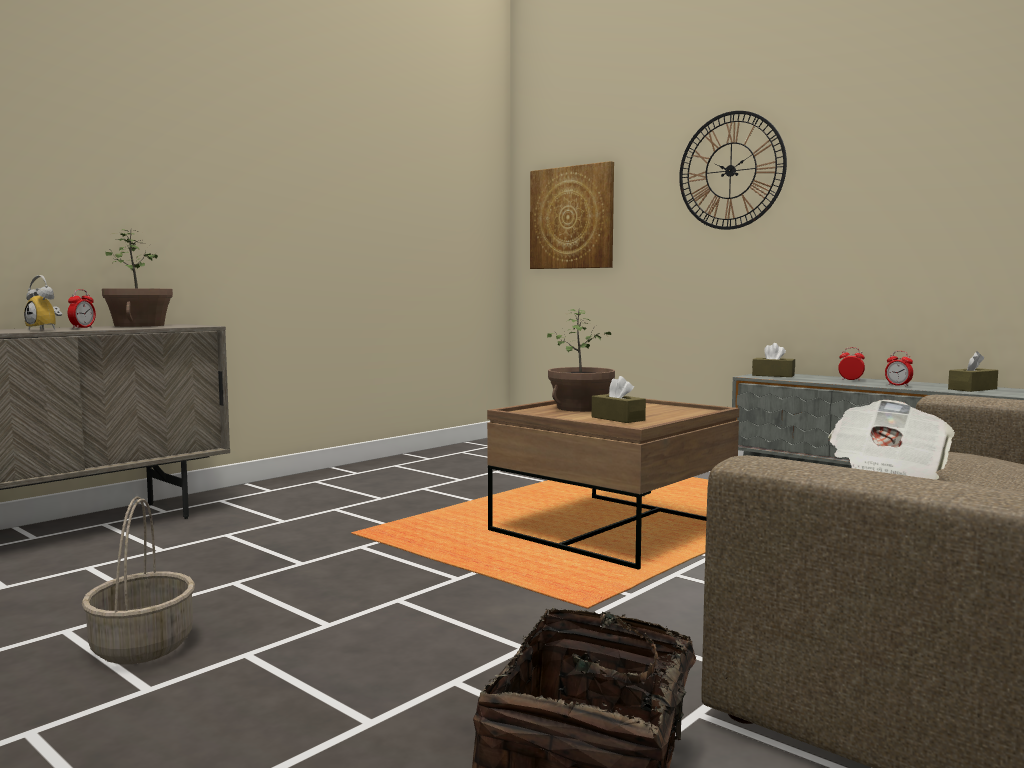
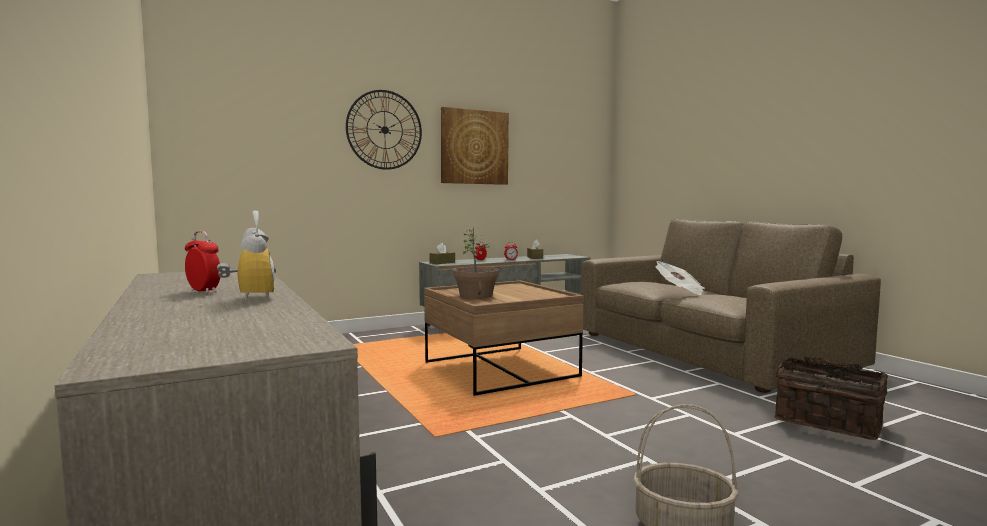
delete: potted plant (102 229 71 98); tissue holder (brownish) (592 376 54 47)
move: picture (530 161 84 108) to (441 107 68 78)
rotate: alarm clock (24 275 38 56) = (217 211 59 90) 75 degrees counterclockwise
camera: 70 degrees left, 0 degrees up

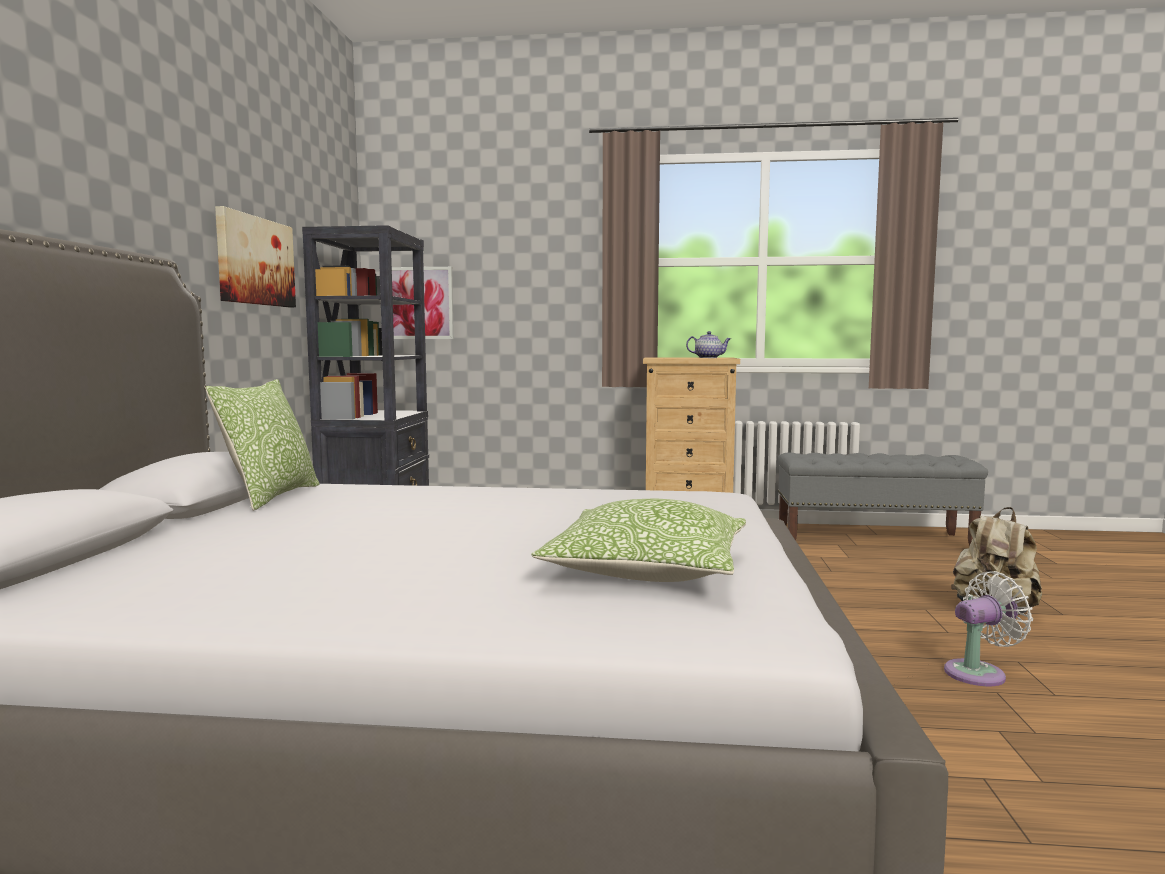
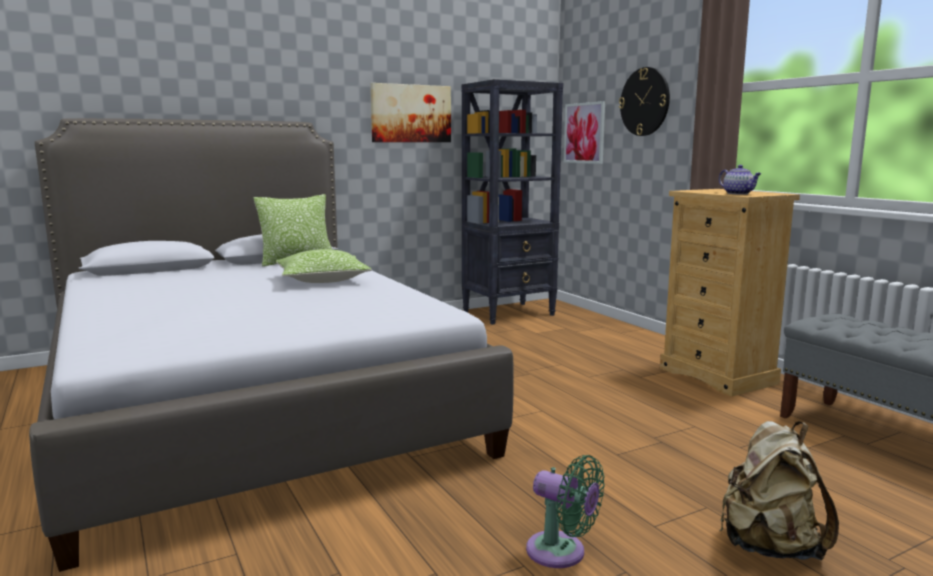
insert: wall clock (619 67 51 69)
move: pillow (531 499 215 83) to (276 249 96 34)
recolor: cooling fan (white-coloured) (944 571 89 115) to cooling fan (green-coloured) (526 455 79 113)
camera: 55 degrees right, 5 degrees up

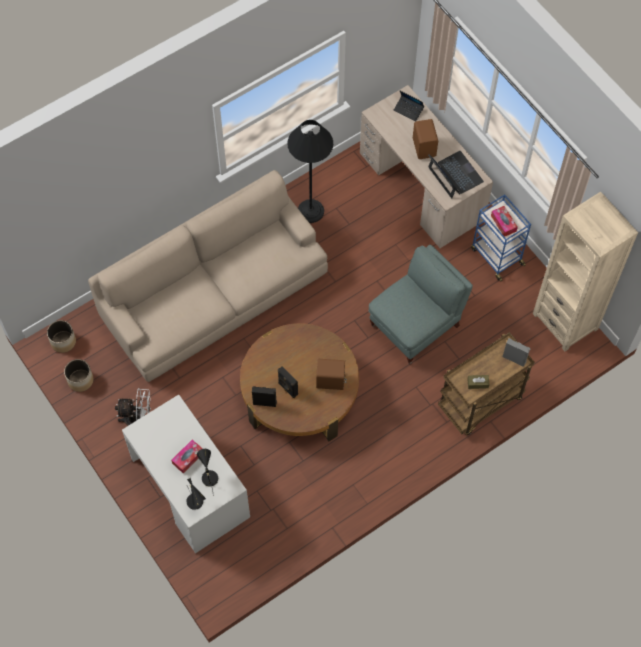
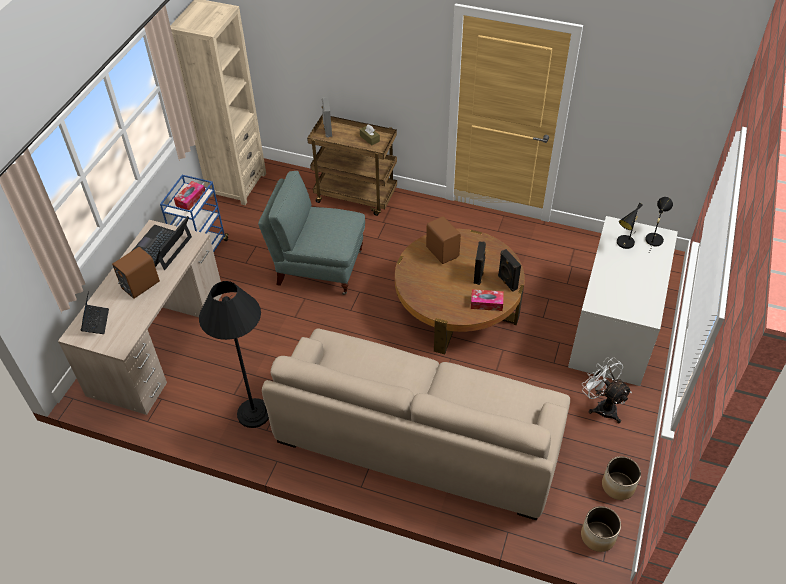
move: tissue holder (171 440 32 33) to (471 289 33 22)
camera: 125 degrees left, 15 degrees down

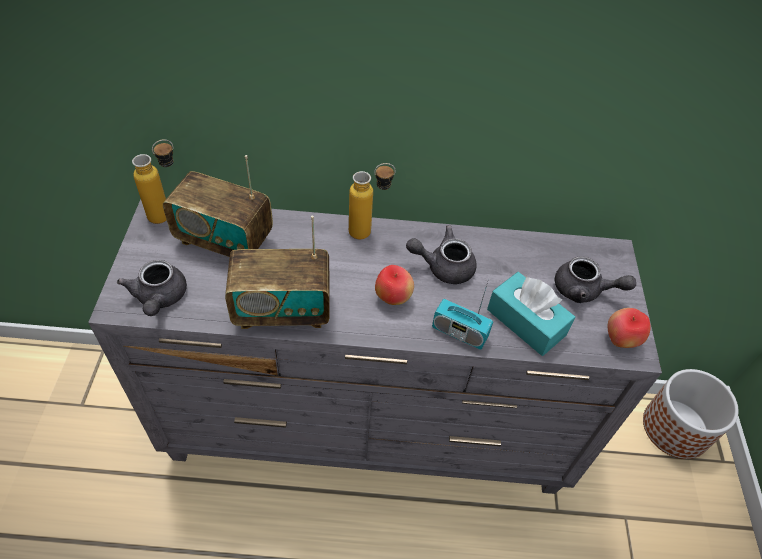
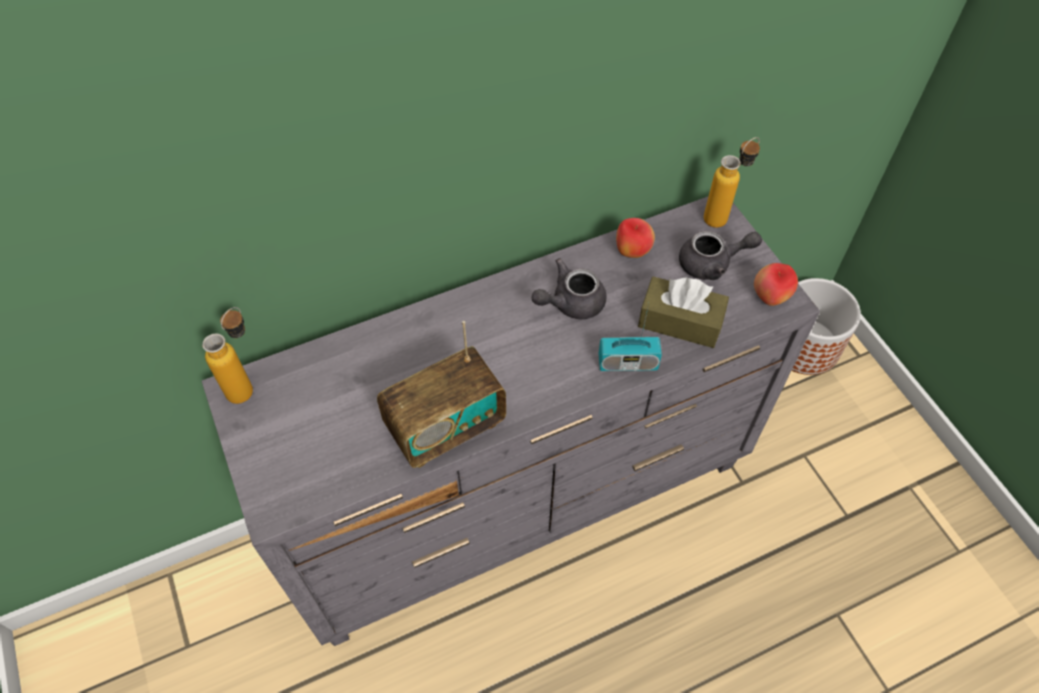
delete: teapot (greyish) (117 260 70 56); radio set (163 155 110 102)
move: apple (375 265 39 40) to (616 218 39 40); bottle (349 163 46 77) to (704 137 56 91)
recolor: tissue holder (turquoise) (487 272 89 84) to tissue holder (brownish) (638 276 91 72)
camera: 25 degrees left, 5 degrees up

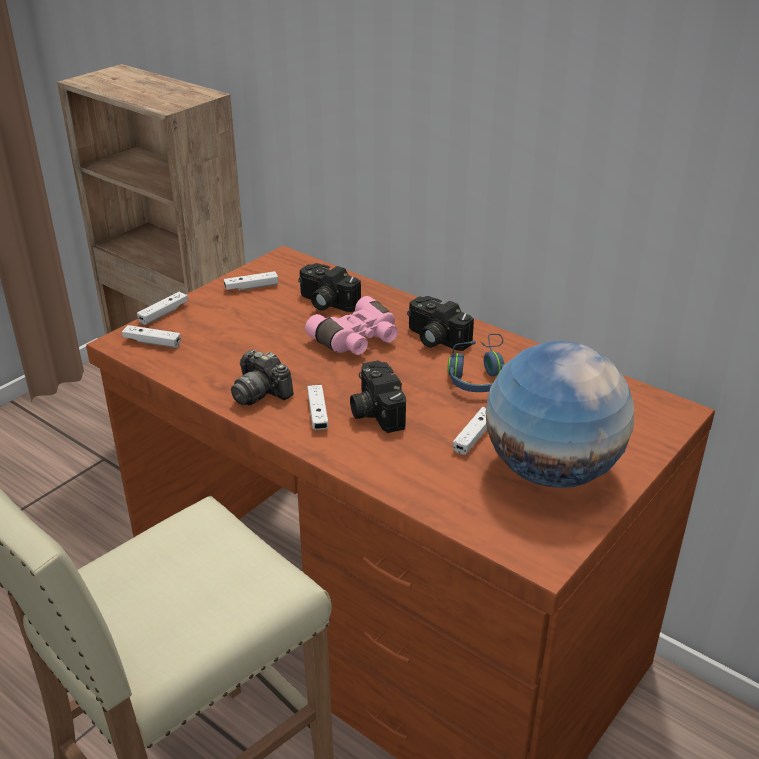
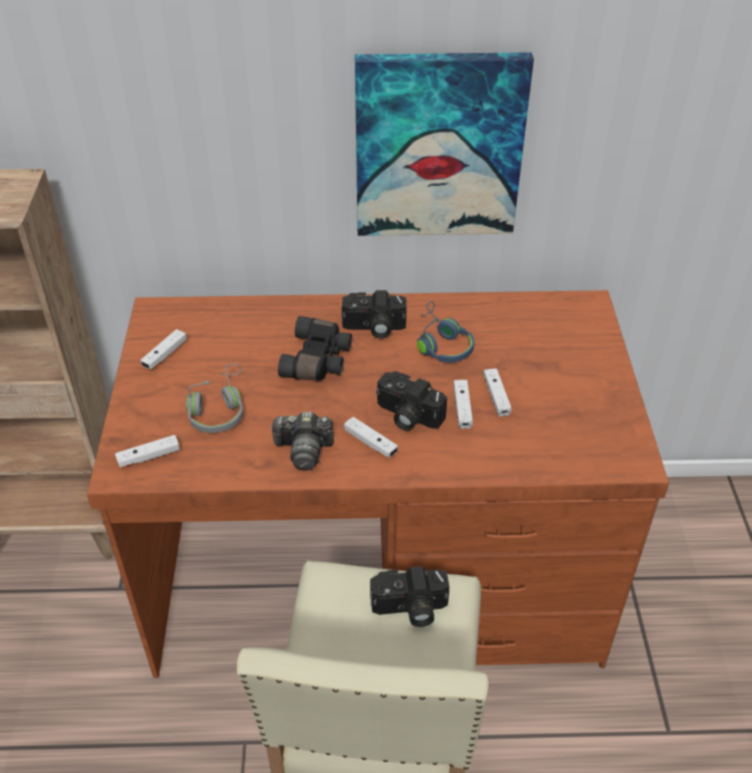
delete: desk globe (486 341 148 147)
insert: headset (greyish) (186 364 57 69); picture (355 52 179 184)
move: still camera (298 263 63 49) to (370 566 80 61); gamepad (white-coloured) (137 292 51 33) to (453 380 20 49)
recolor: binoculars (pink) (305 296 93 59) to binoculars (black) (278 316 74 65)
camera: 40 degrees left, 10 degrees up

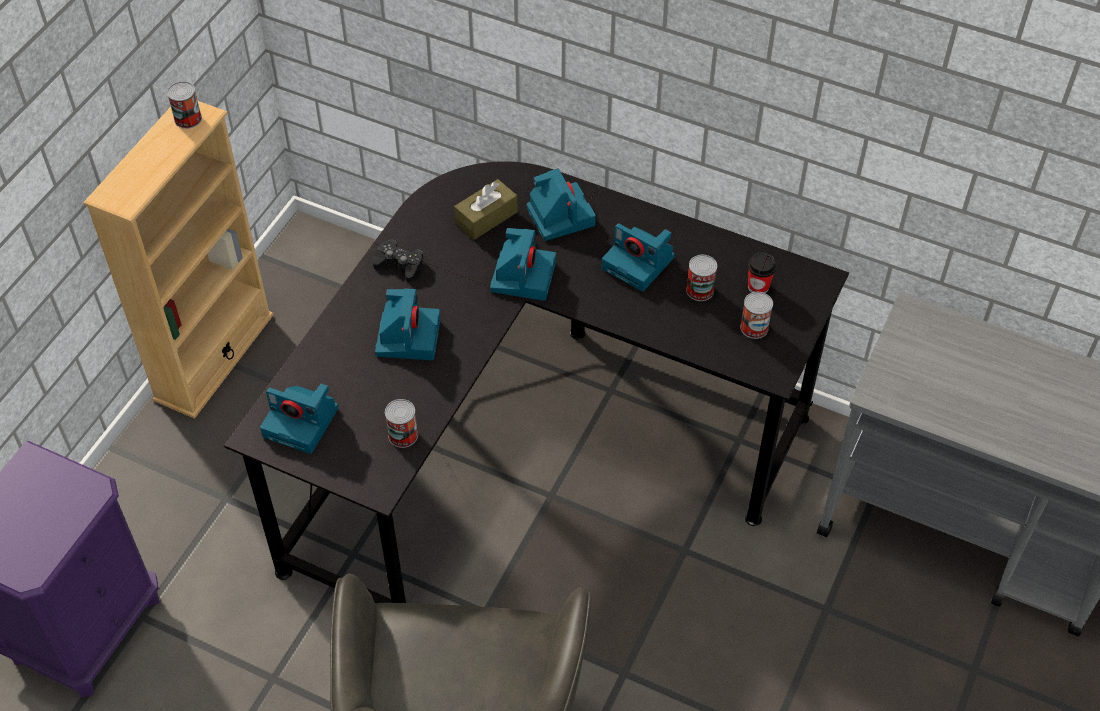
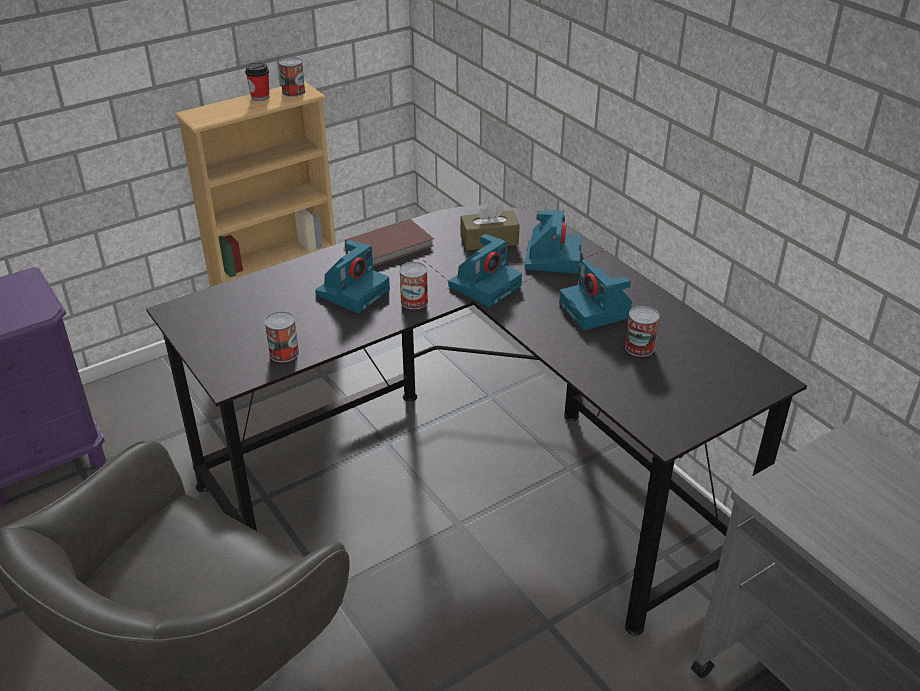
delete: still camera (260 383 78 71)
move: small cup (748 252 28 41) to (245 62 24 39); sealed can (740 292 33 47) to (399 262 29 47)
replace: gamepad (black) (373 239 51 44) to volume (brownish) (345 219 89 48)
camera: 30 degrees right, 15 degrees down

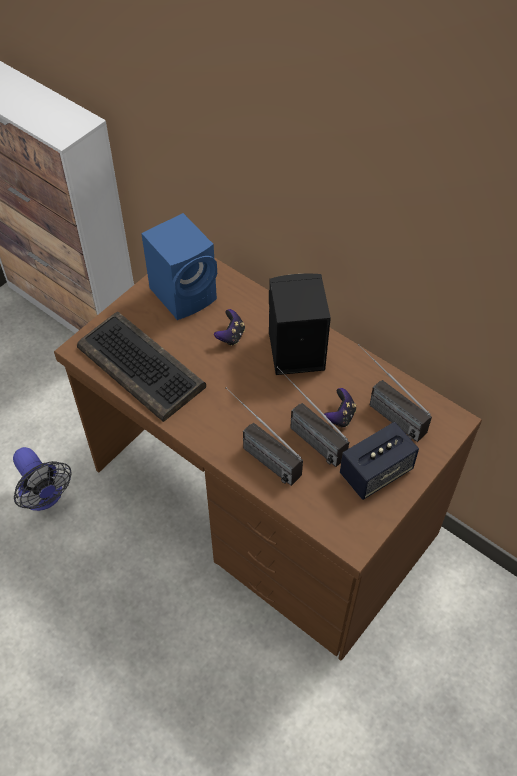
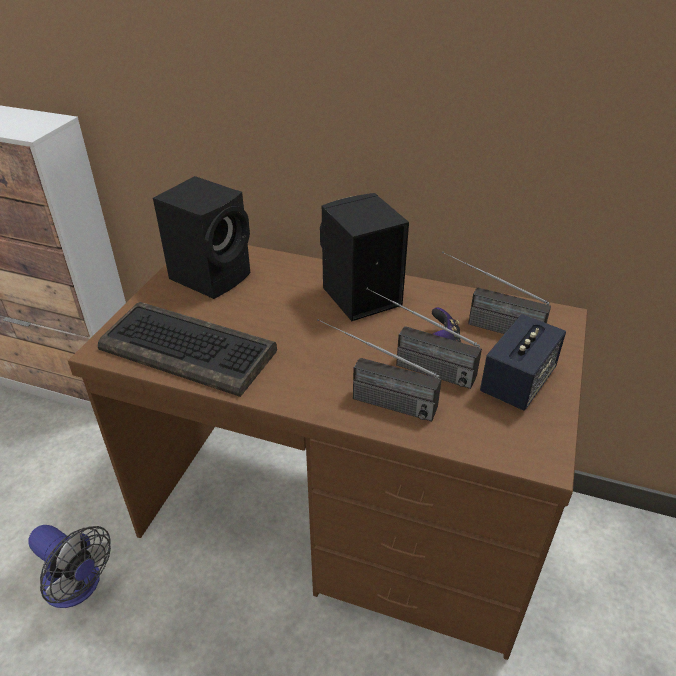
delete: gamepad (214 309 31 37)
recolor: speaker (blue-coloured) (141 213 76 107) to speaker (black) (153 176 97 123)
camera: 20 degrees left, 15 degrees down

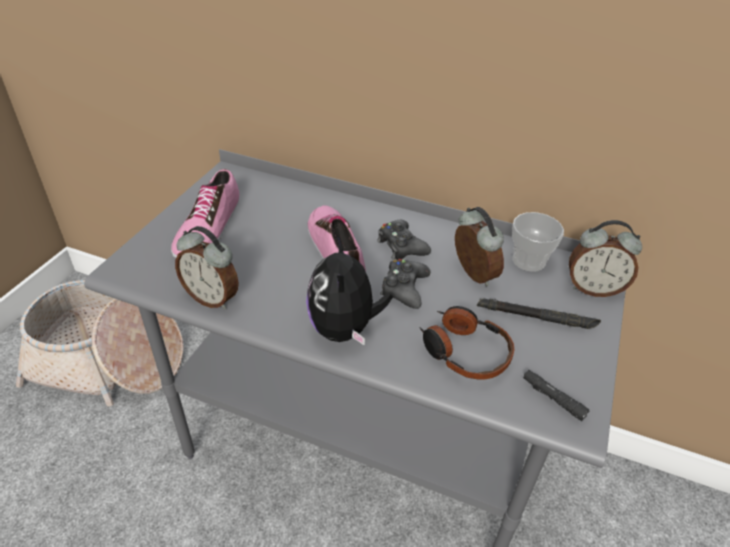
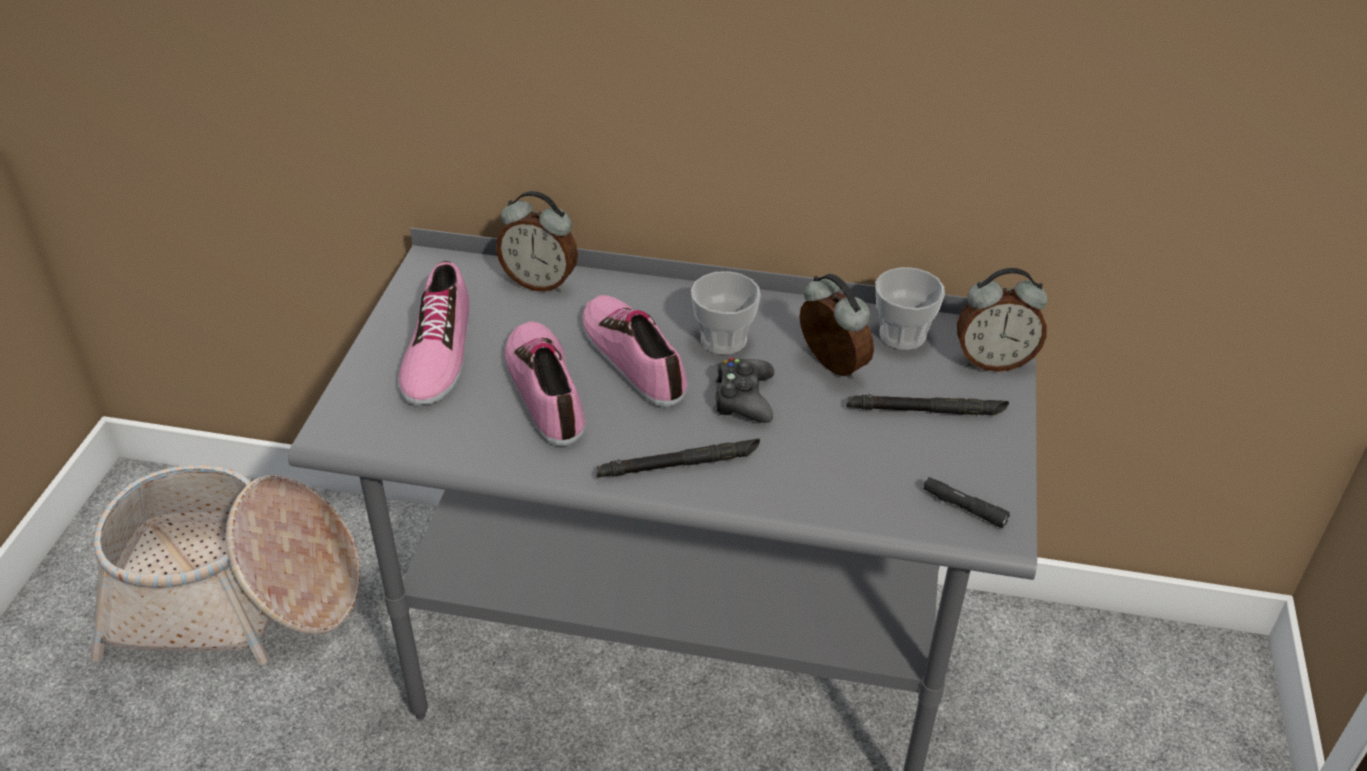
delete: headset (419 306 95 74)
insert: low shoe (505 321 80 125)
move: alarm clock (175 226 64 83) to (496 191 82 101)
replace: cuddly toy (306 235 86 111) to flashlight (black) (596 439 164 39); gamepad (black) (377 220 54 40) to small cup (691 271 70 83)
camera: 10 degrees left, 0 degrees up

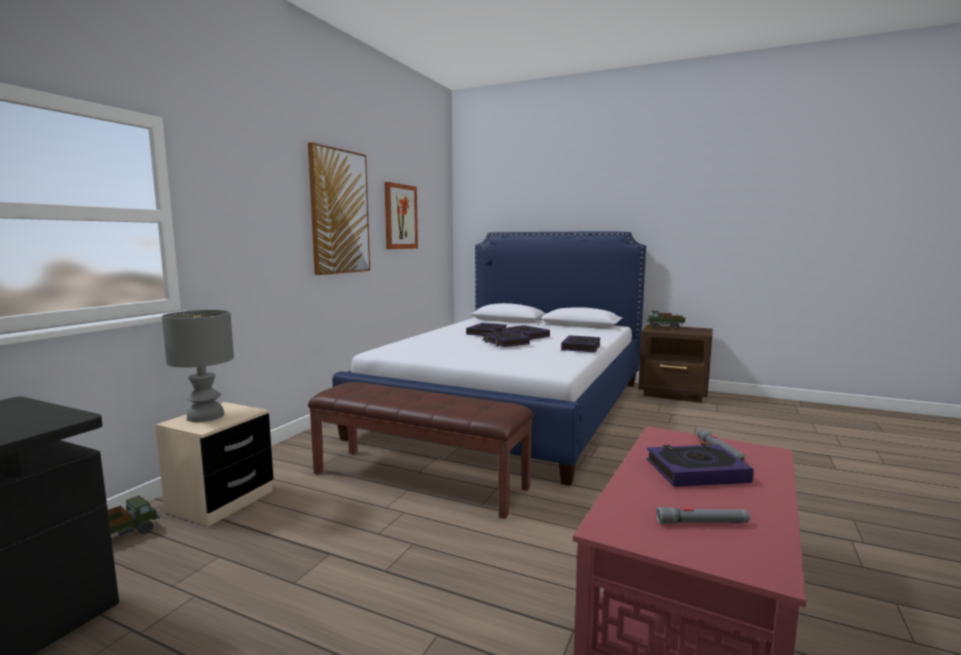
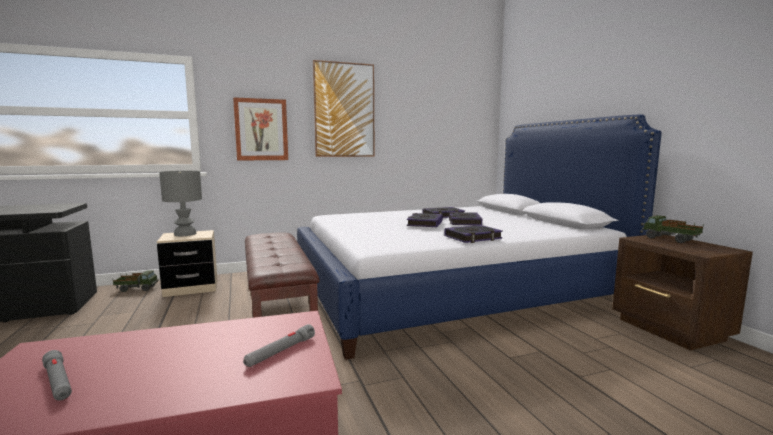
delete: volume (647 443 107 44)
move: picture (384 182 34 67) to (233 97 55 64)
camera: 45 degrees right, 0 degrees up

